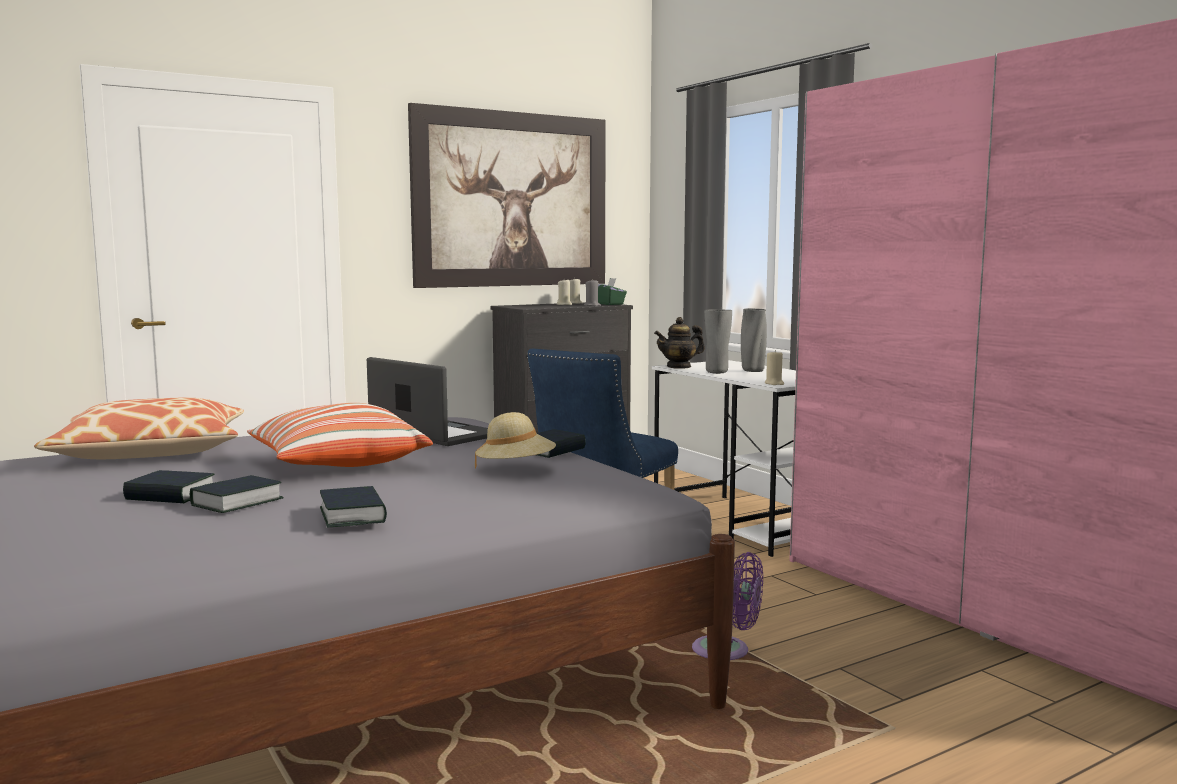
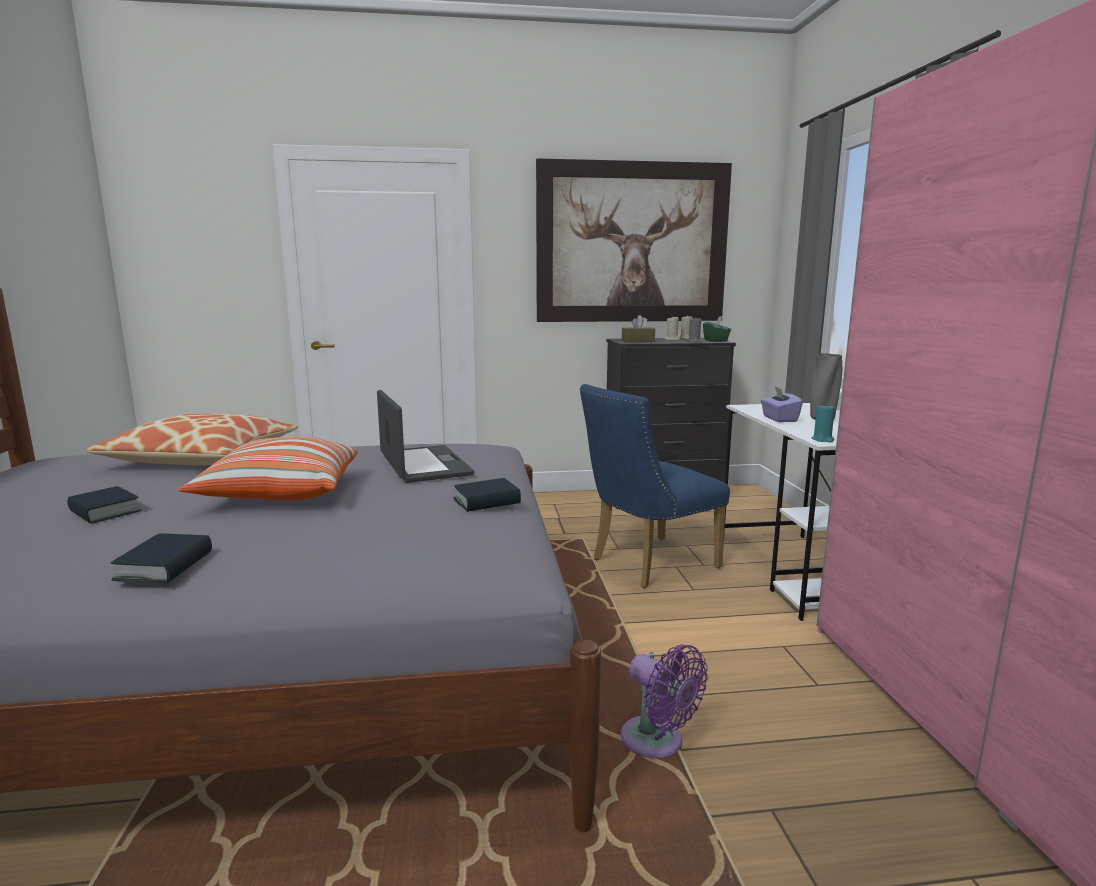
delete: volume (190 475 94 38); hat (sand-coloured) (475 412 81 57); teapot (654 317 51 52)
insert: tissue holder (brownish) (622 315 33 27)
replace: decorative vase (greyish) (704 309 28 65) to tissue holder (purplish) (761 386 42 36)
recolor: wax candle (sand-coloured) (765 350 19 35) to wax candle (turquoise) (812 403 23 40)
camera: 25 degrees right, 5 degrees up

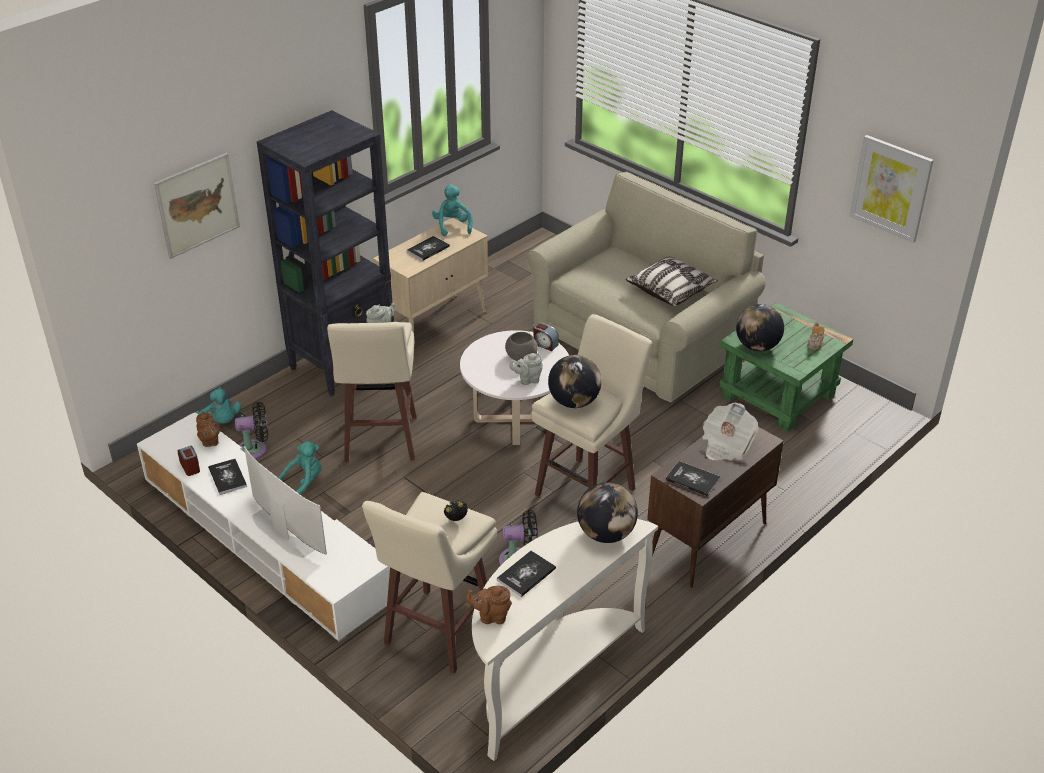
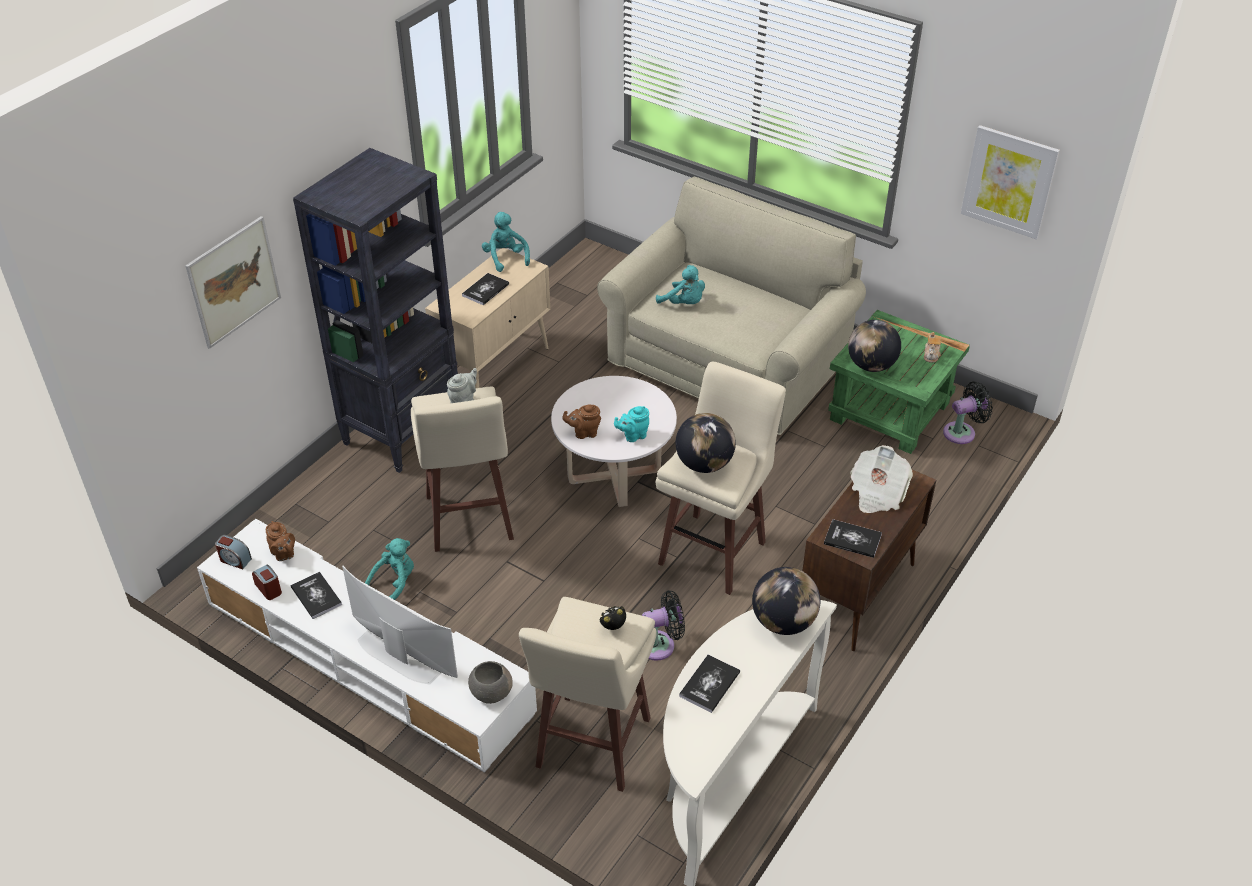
delete: pillow (626 256 92 51)
move: alarm clock (533 322 26 29) to (215 535 37 34); serving bowl (greyish) (505 332 33 29) to (468 661 45 43); teapot (brownish) (466 586 46 38) to (562 405 39 34); cuddly toy (turquoise) (196 387 45 36) to (656 265 49 39); cooling fan (black) (235 402 33 57) to (943 382 50 62)
recolor: teapot (greyish) (510 353 33 32) to teapot (turquoise) (614 406 35 36)
camera: 10 degrees left, 5 degrees up

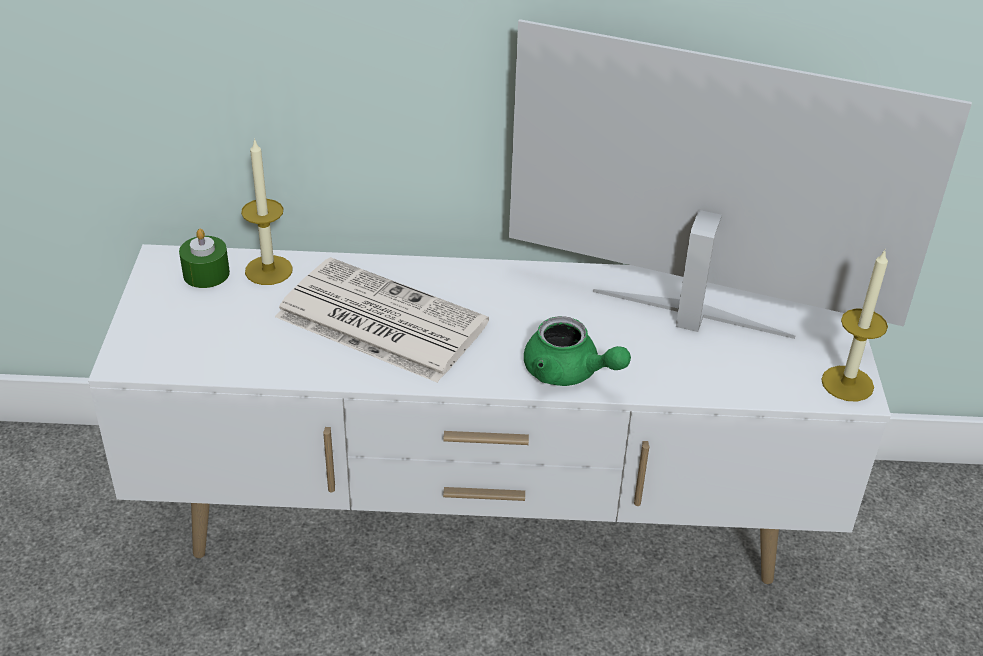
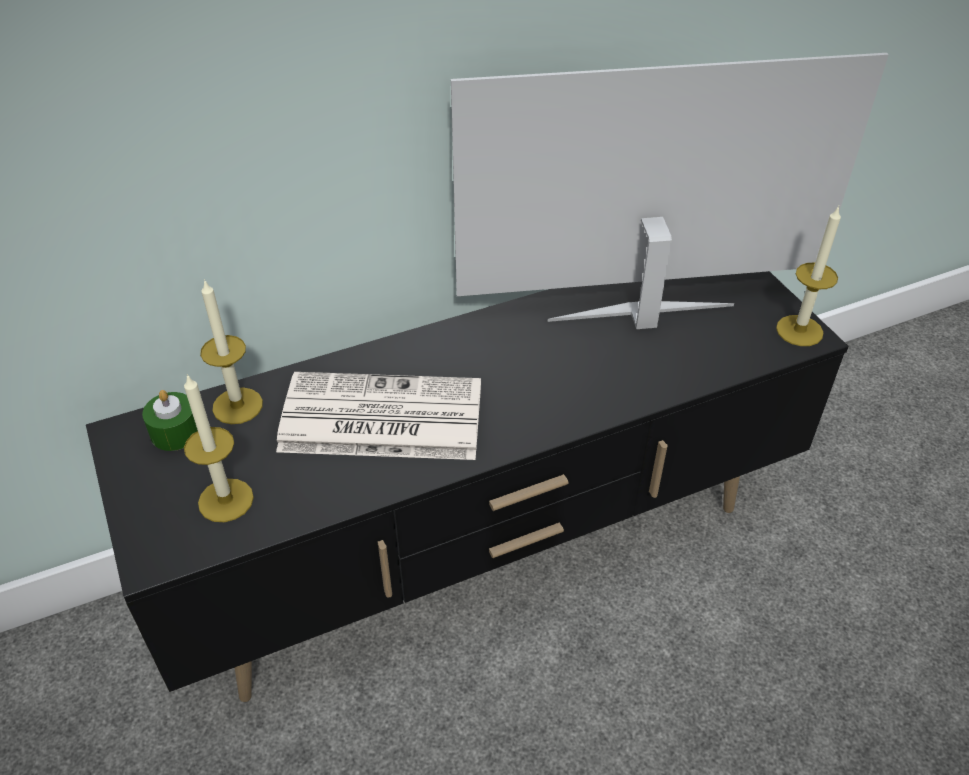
delete: teapot (green-coloured) (524 316 107 70)
insert: wax candle (184 374 70 148)
recolor: tv unit (white-coloured) (88 244 803 340) to tv unit (black) (86 271 763 431)
camera: 25 degrees left, 5 degrees up

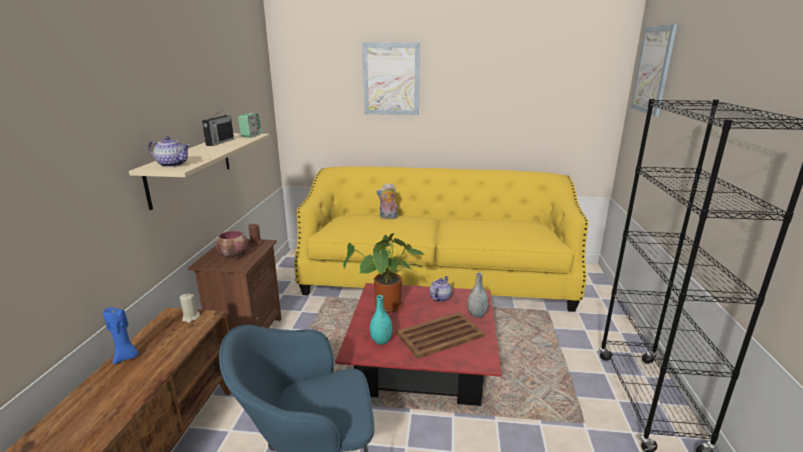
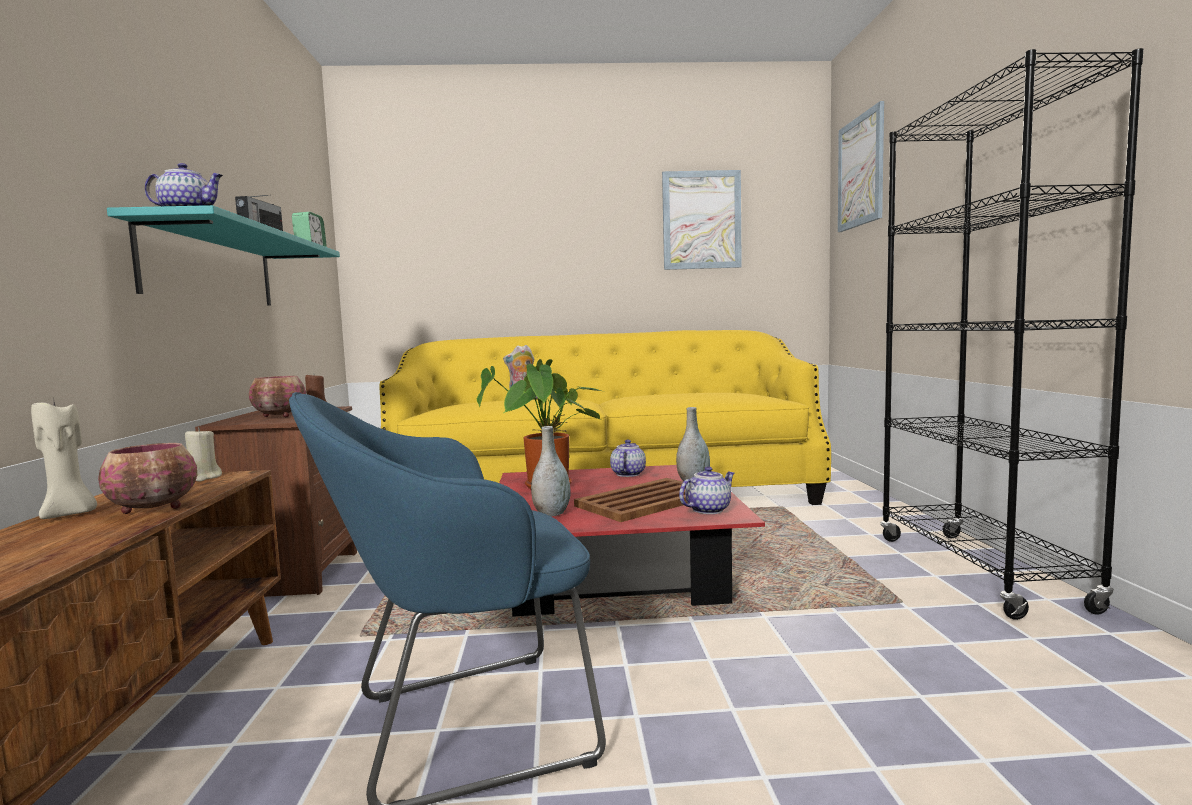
insert: serving bowl (98 443 99 71); teapot (679 466 55 48)
move: picture (362 42 58 73) to (662 170 80 100)
recolor: wax candle (blue-coloured) (103 307 36 57) to wax candle (sand-coloured) (31 398 66 121); wall shelf (sand-coloured) (129 133 141 77) to wall shelf (turquoise) (107 205 233 101); decorative vase (turquoise) (370 295 23 50) to decorative vase (greyish) (531 426 40 90)
camera: 10 degrees left, 15 degrees down

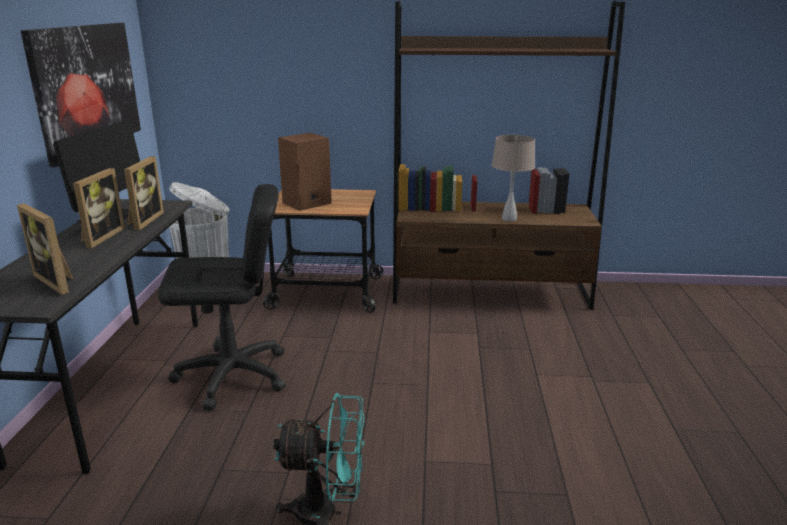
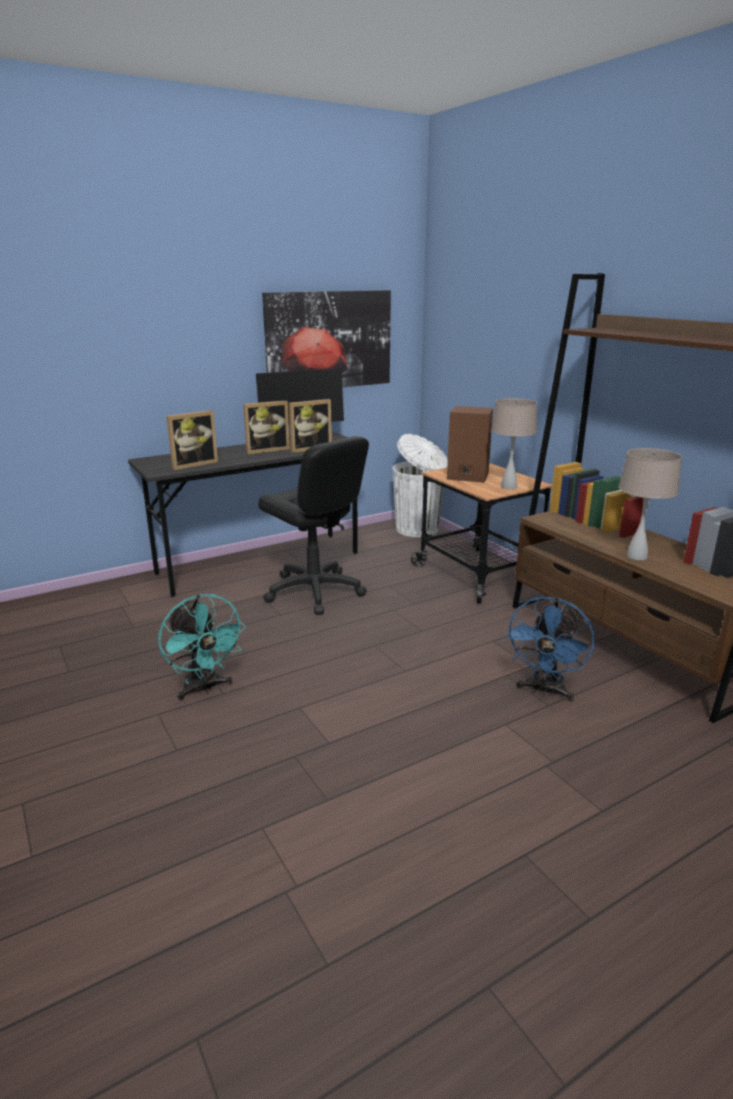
insert: lamp for a table (sand-coloured) (491 398 46 92); cooling fan (blue-coloured) (505 596 90 106)
rotate: standing frame (17 203 56 92) = (166 410 52 60) 135 degrees counterclockwise
camera: 55 degrees right, 0 degrees up

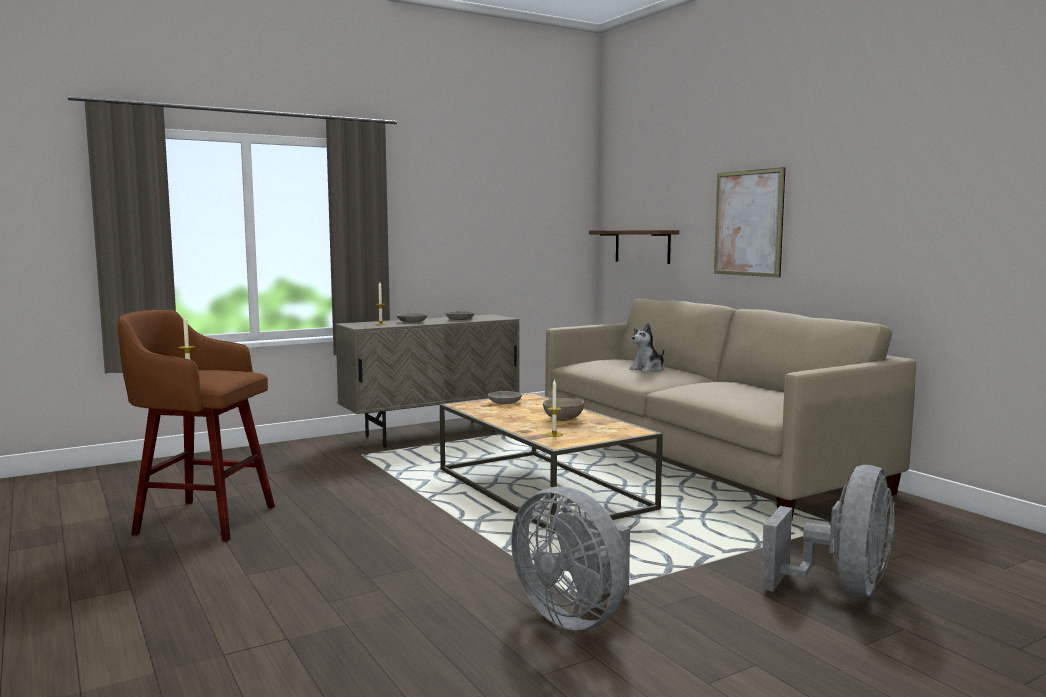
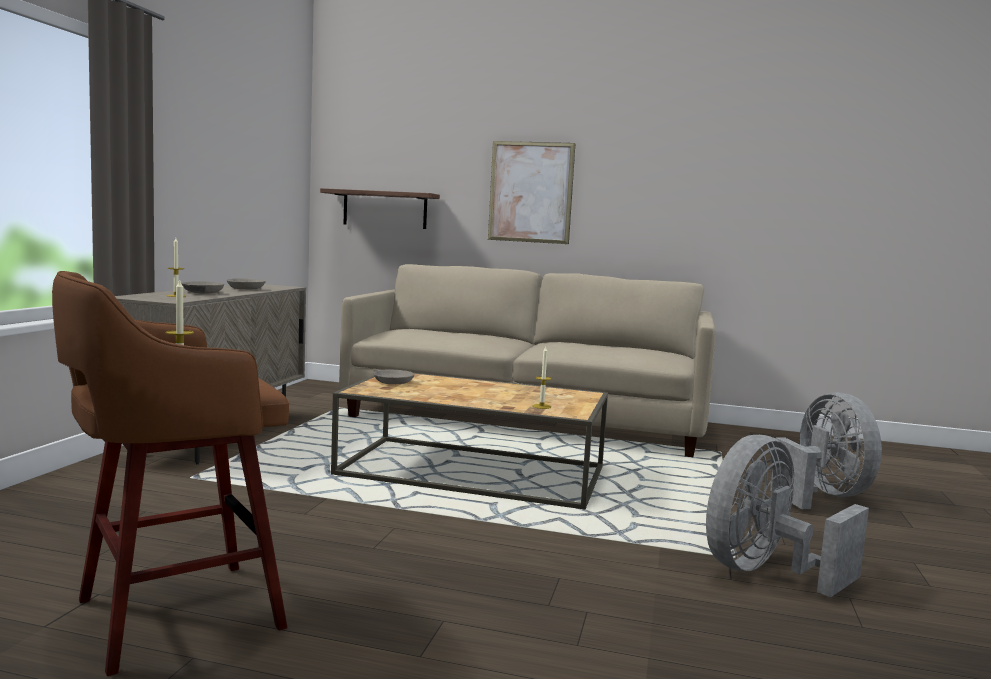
delete: serving bowl (sand-coloured) (543 398 41 23); cuddly toy (629 323 35 49)
rotate: cooling fan (greyish) (511 486 119 144) = (706 435 163 162) 135 degrees clockwise
camera: 45 degrees left, 0 degrees up

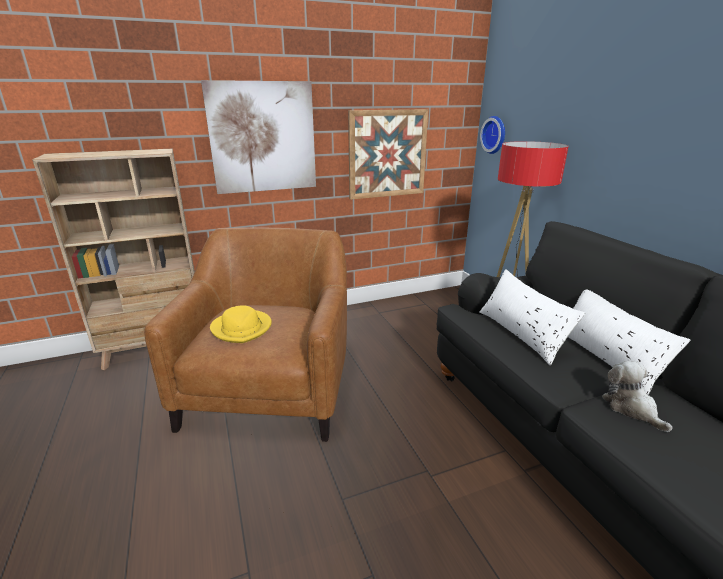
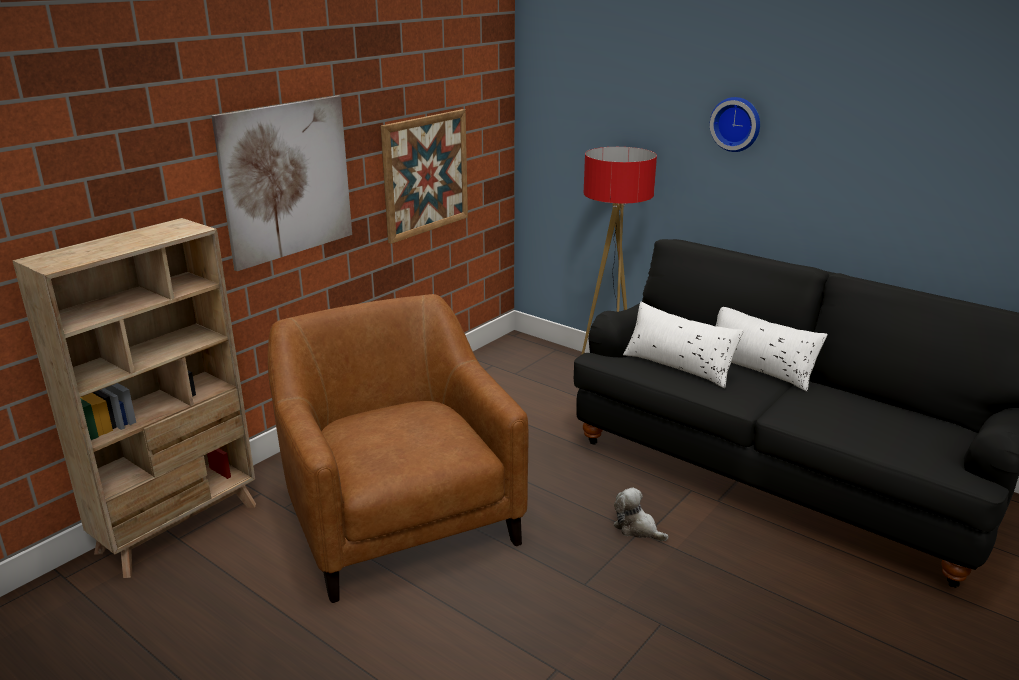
delete: hat (yellowish) (210 305 62 38)
move: cuddly toy (602 361 71 71) to (613 487 56 54); wall clock (480 116 25 38) to (710 97 50 55)
camera: 30 degrees left, 0 degrees up

